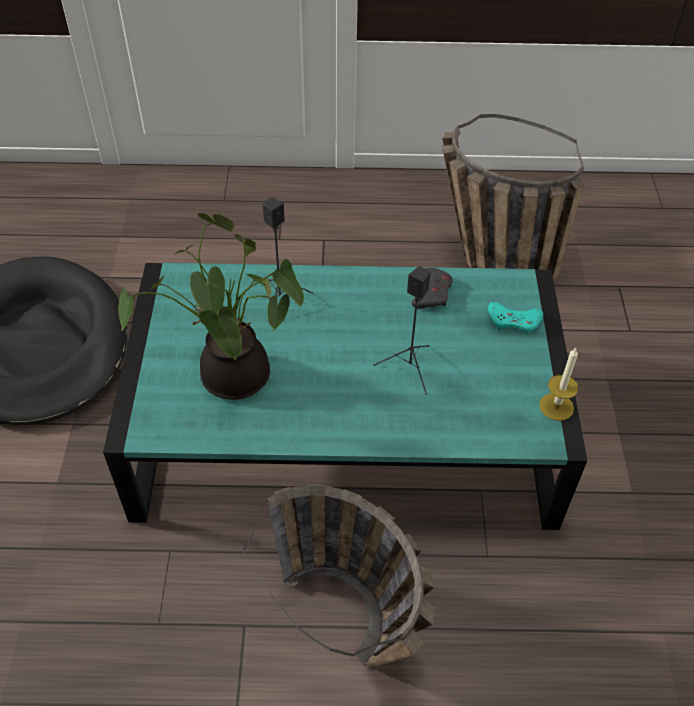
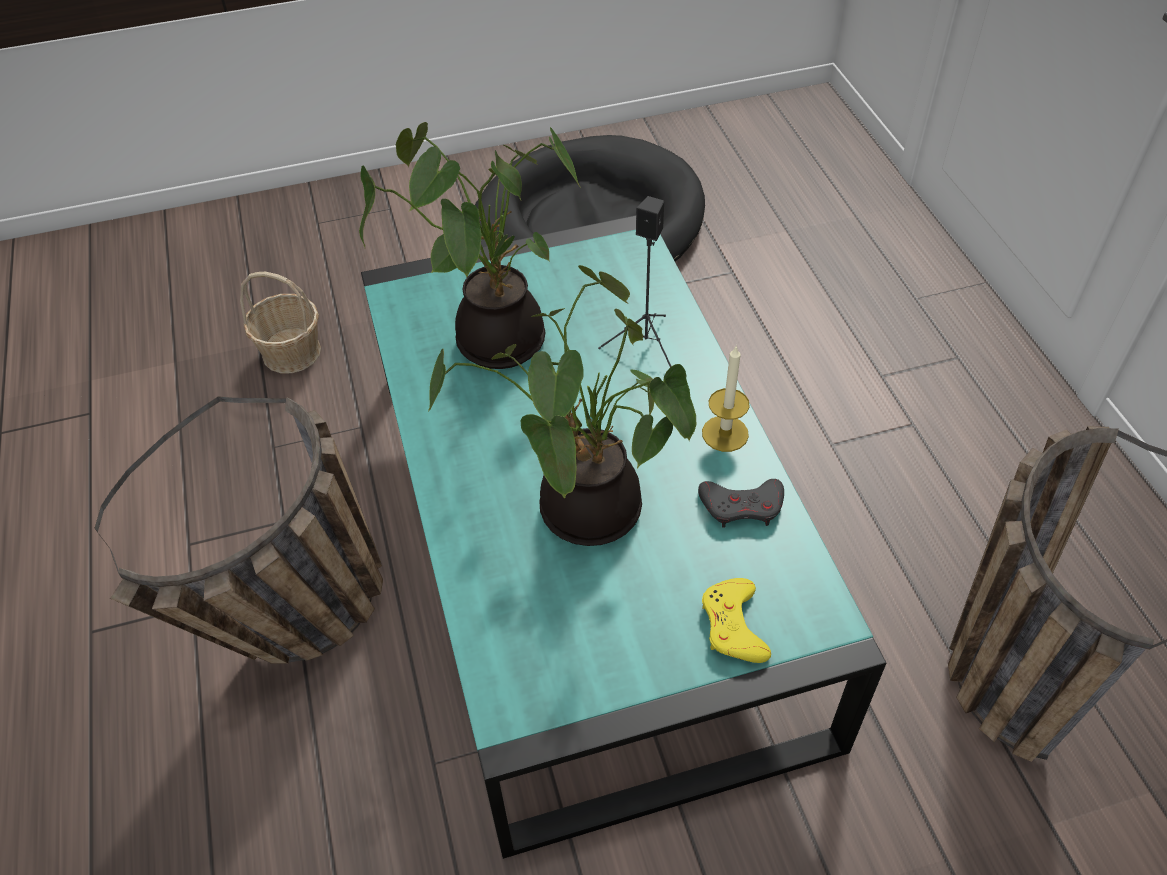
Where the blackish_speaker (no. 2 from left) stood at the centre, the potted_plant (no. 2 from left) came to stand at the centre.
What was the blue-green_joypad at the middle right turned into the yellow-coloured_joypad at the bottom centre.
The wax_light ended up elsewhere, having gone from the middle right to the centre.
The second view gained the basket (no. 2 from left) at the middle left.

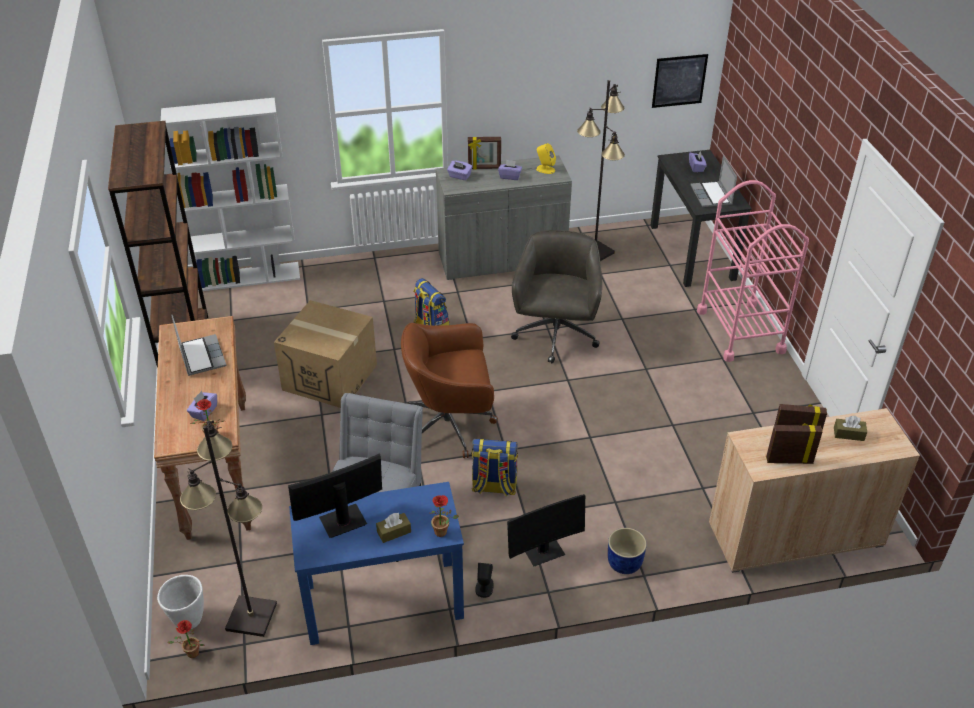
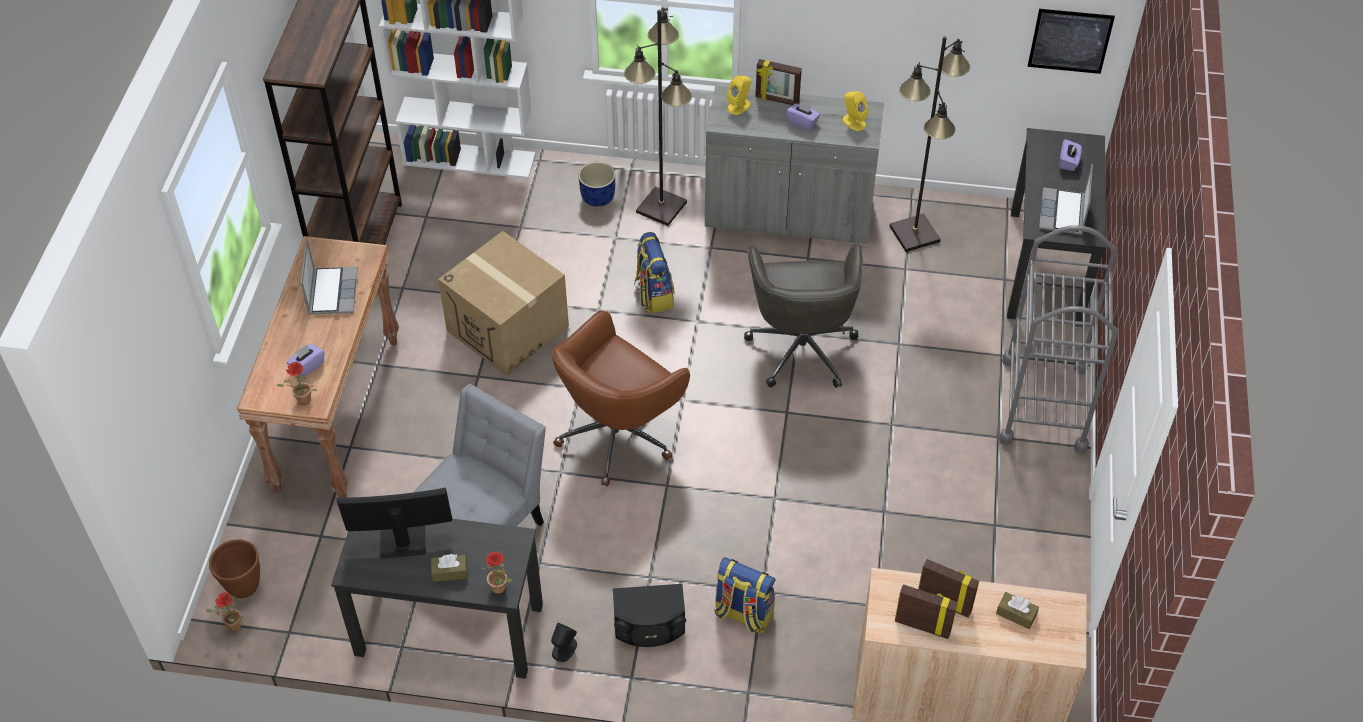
What was the whitish_flower_pot at the bottom left turned into the brown-coloured_flower_pot at the bottom left.
The blackish_standard_lamp (no. 1 from left) ended up elsewhere, having gone from the bottom left to the top centre.
What was the bluish_desk at the bottom centre turned into the blackish_desk (no. 1 from left) at the bottom left.
The brown-coloured_desk_chair at the centre ended up facing another way, 60 degrees counterclockwise from before.
Where the purple_tissue_holder (no. 2 from left) stood at the top centre, the yellow-coloured_speaker (no. 1 from left) came to stand at the top centre.
The rucksack (no. 2 from left) ended up elsewhere, having gone from the centre to the bottom centre.
Where the computer_display (no. 2 from left) stood at the bottom centre, the blackish_speaker (no. 2 from left) came to stand at the bottom centre.
The grey_desk_chair at the centre ended up facing another way, 150 degrees clockwise from before.
The bluish_flower_pot ended up elsewhere, having gone from the bottom centre to the top centre.
What was the pink-coloured_wheeled_cart at the middle right turned into the grey_wheeled_cart at the middle right.

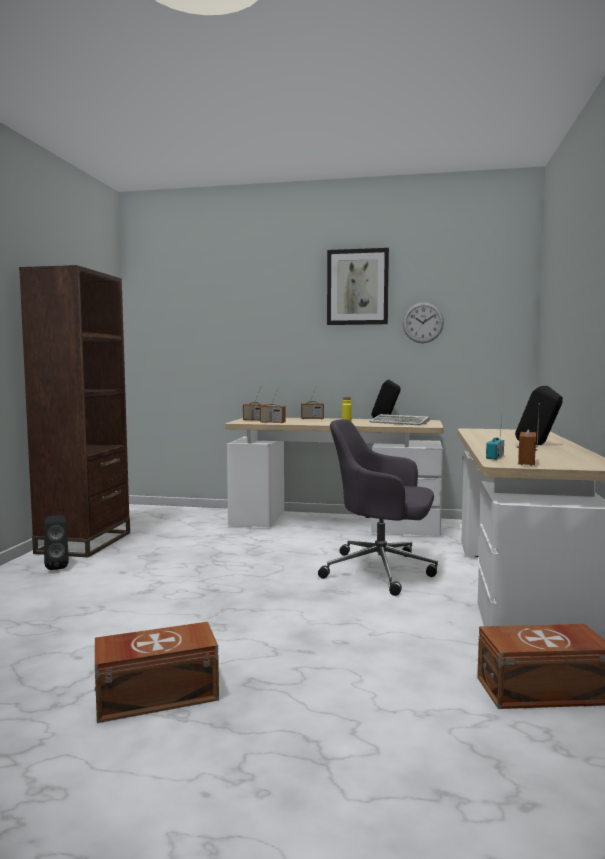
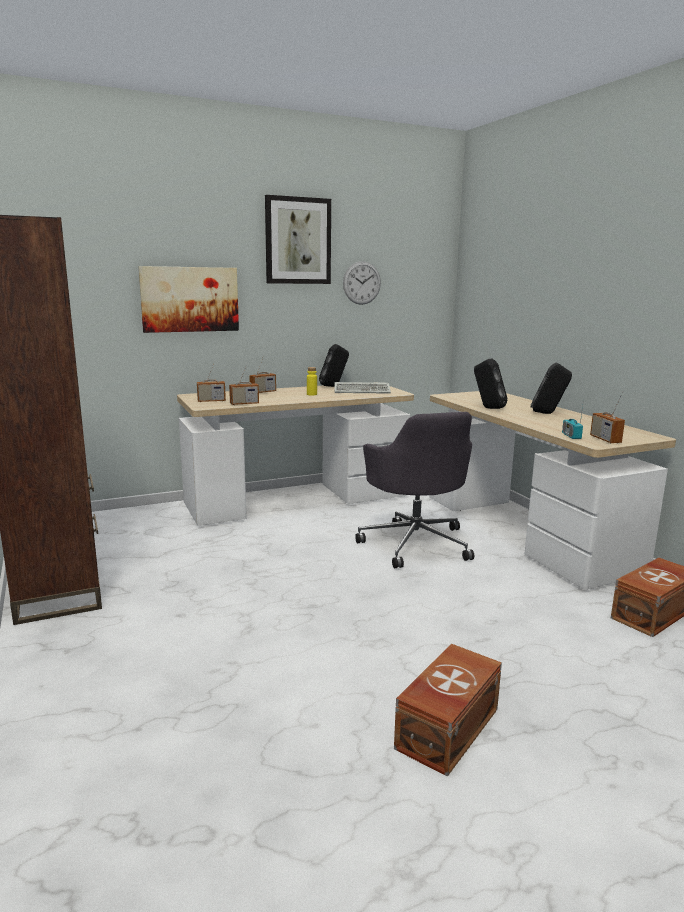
The blackish_speaker (no. 1 from left in the first image) ended up elsewhere, having gone from the middle left to the middle right.
The grey_desk_chair at the centre ended up facing another way, 90 degrees counterclockwise from before.
The second view gained the wall_picture (no. 1 from left) at the top left.

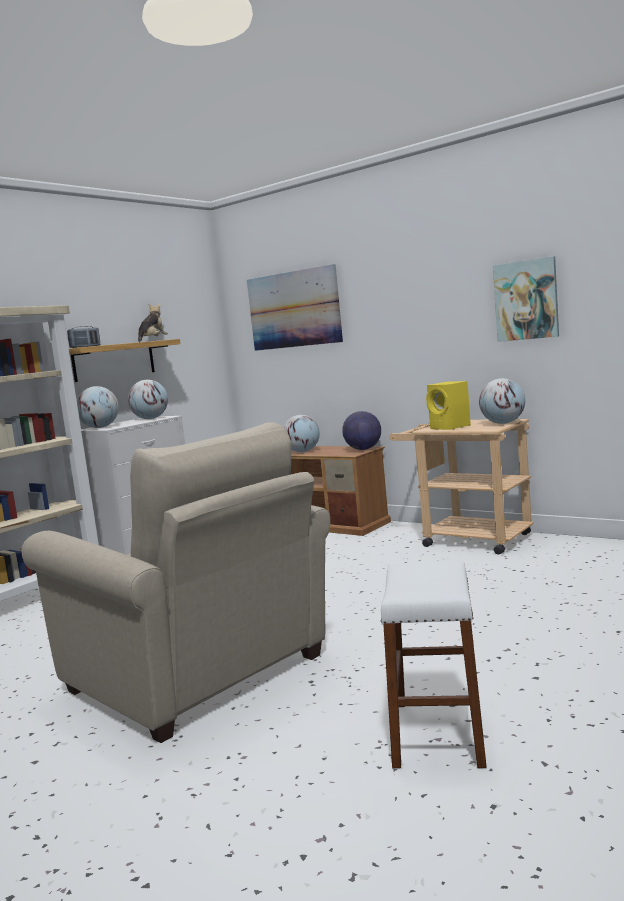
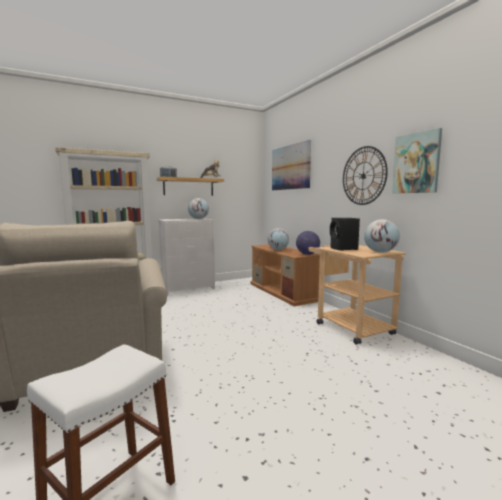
The second view lost the world_globe (no. 1 from left) at the middle left.
What was the yellow-coloured_speaker at the middle right turned into the blackish_speaker at the middle right.
The second view gained the wall_clock at the middle right.

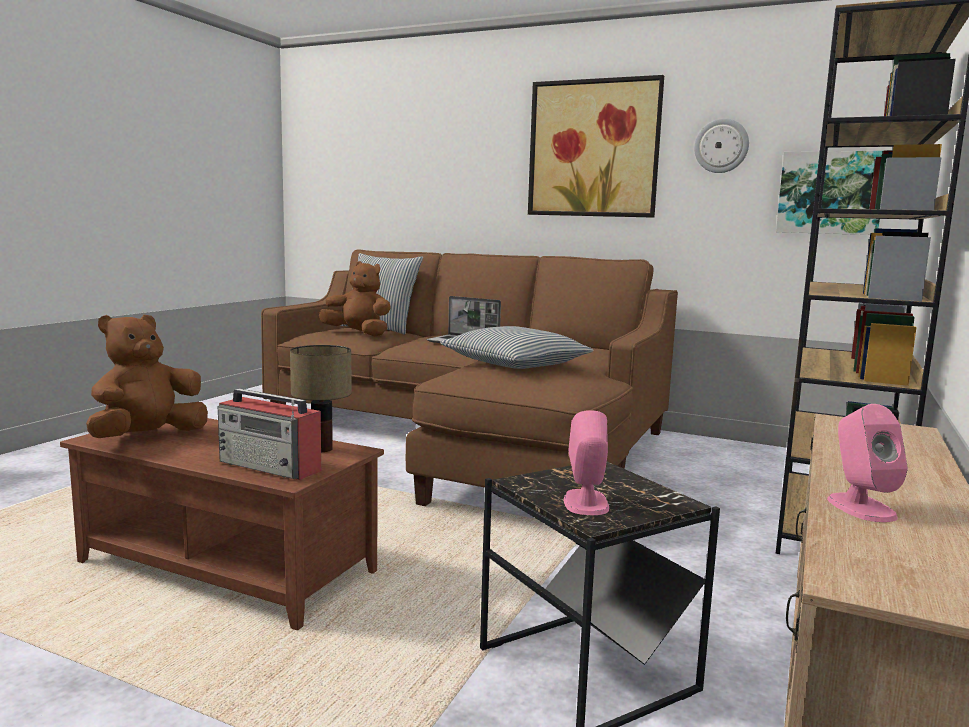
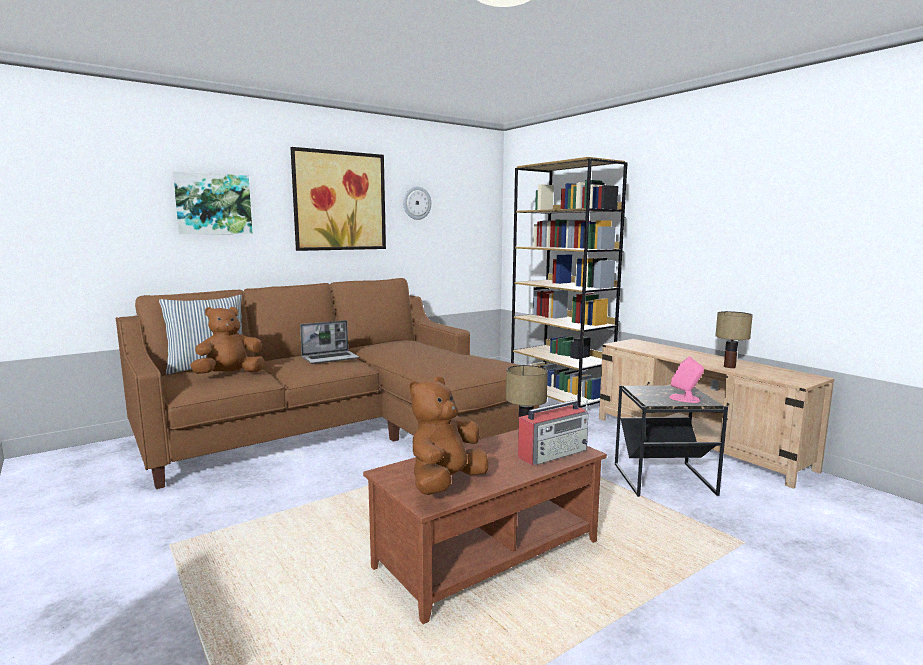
The brown-coloured_cuddly_toy (no. 1 from left in the first image) at the middle left ended up facing another way, 60 degrees clockwise from before.
The second view lost the throw_pillow (no. 2 from left) at the centre.
The wall_picture (no. 2 from left in the first image) ended up elsewhere, having gone from the top right to the top left.
Where the pink-coloured_speaker (no. 2 from left) stood at the middle right, the lamp_for_a_table (no. 2 from left) came to stand at the middle right.

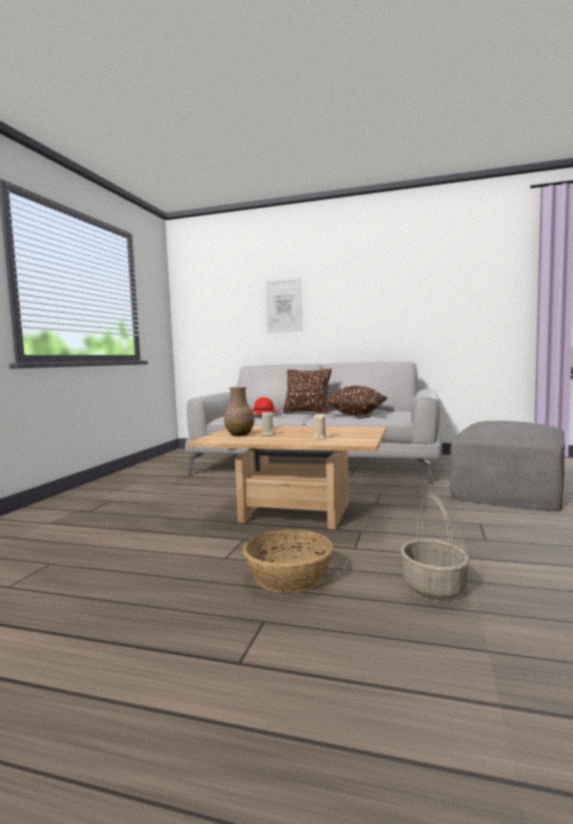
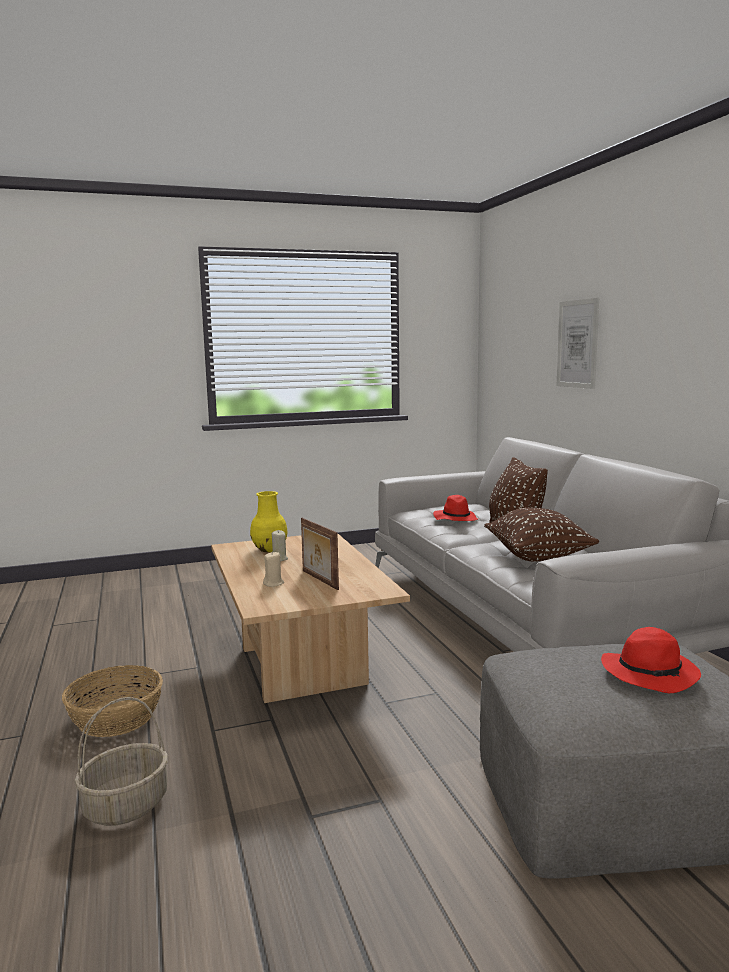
What was the brown-coloured_flower_vase at the centre turned into the yellow-coloured_flower_vase at the centre.
The second view gained the photo_frame at the centre.
The second view gained the reddish_clothing_hat (no. 2 from left) at the bottom right.

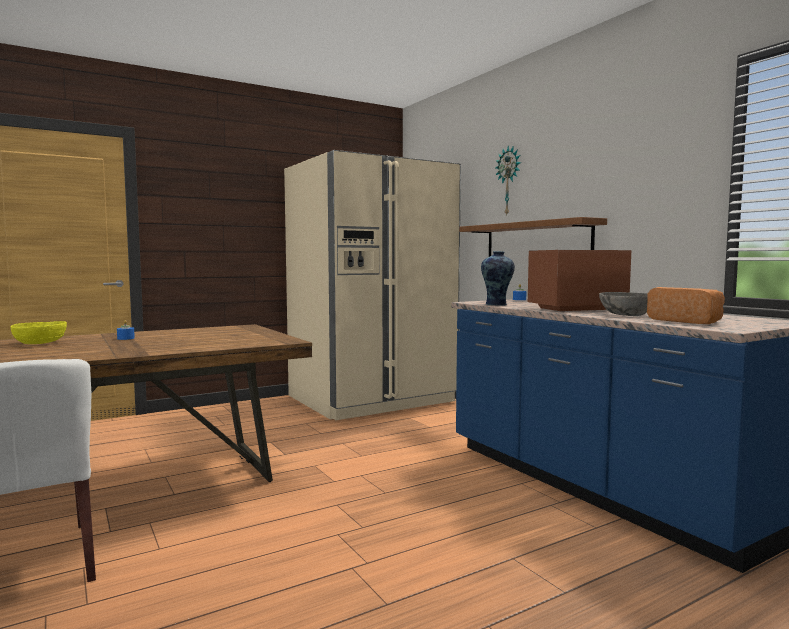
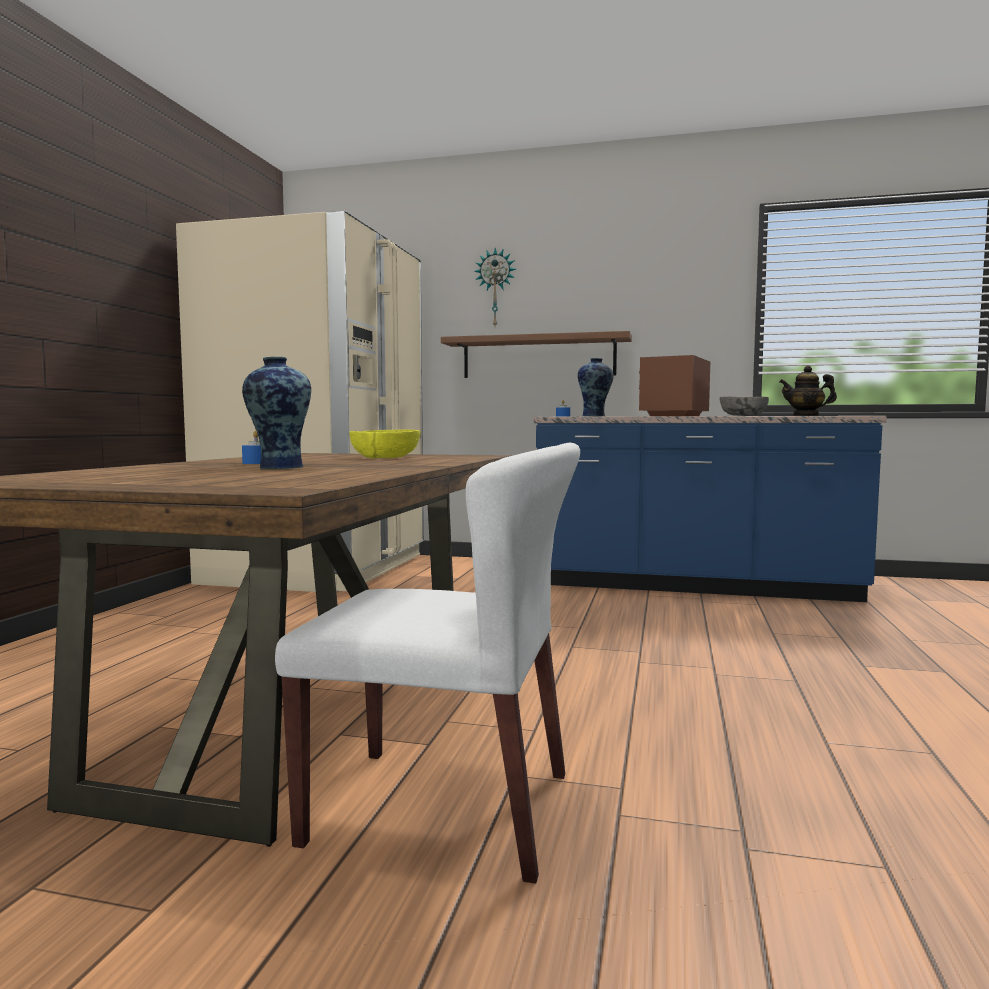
The yellow-coloured_bowl ended up elsewhere, having gone from the middle left to the centre.
Where the bread stood at the middle right, the teapot came to stand at the middle right.
The second view gained the flower_vase (no. 1 from left) at the middle left.

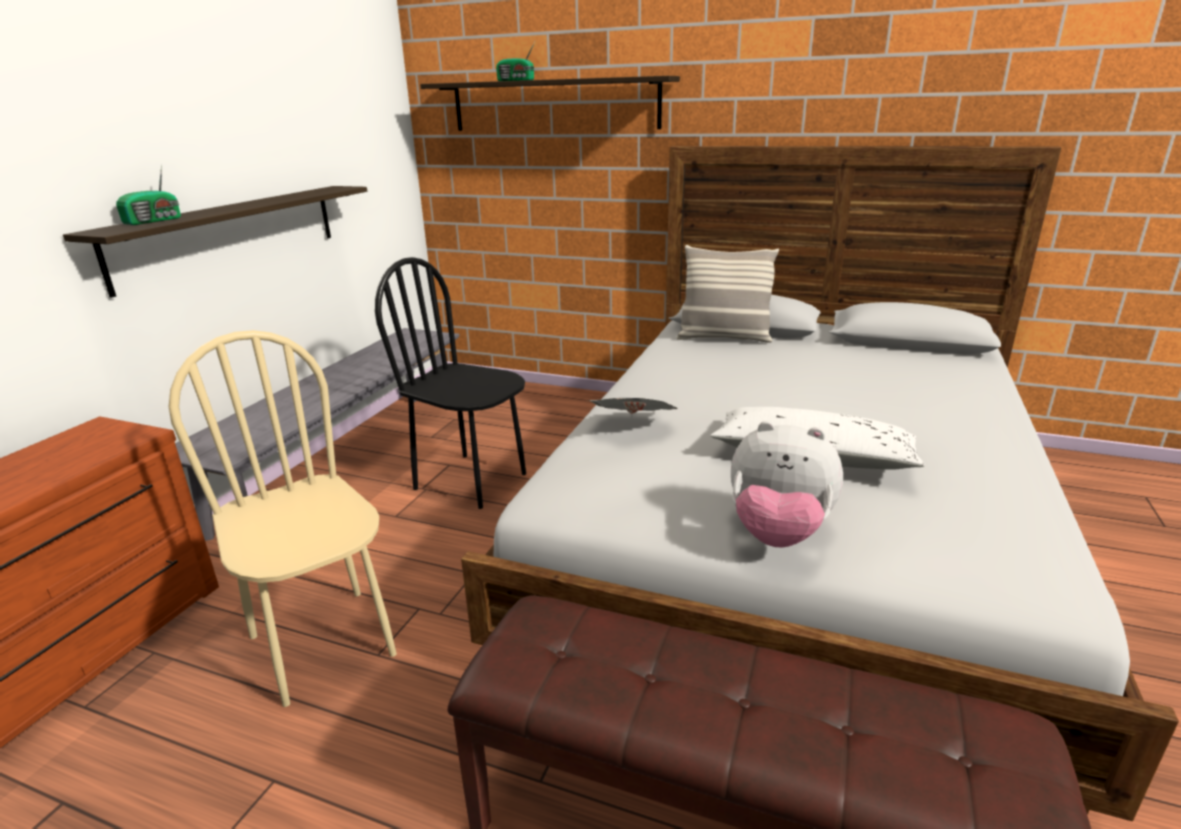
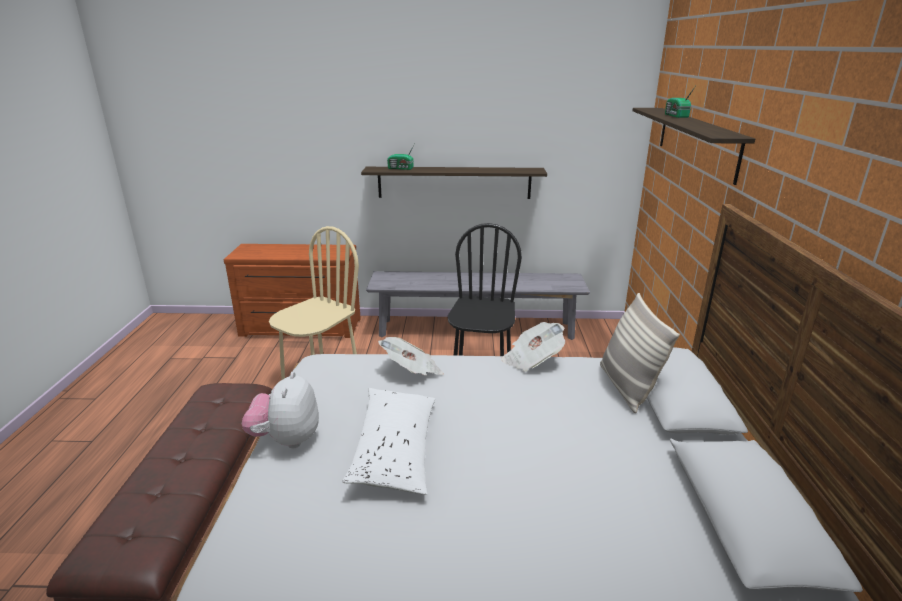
The second view gained the newspaper (no. 2 from left) at the centre.

